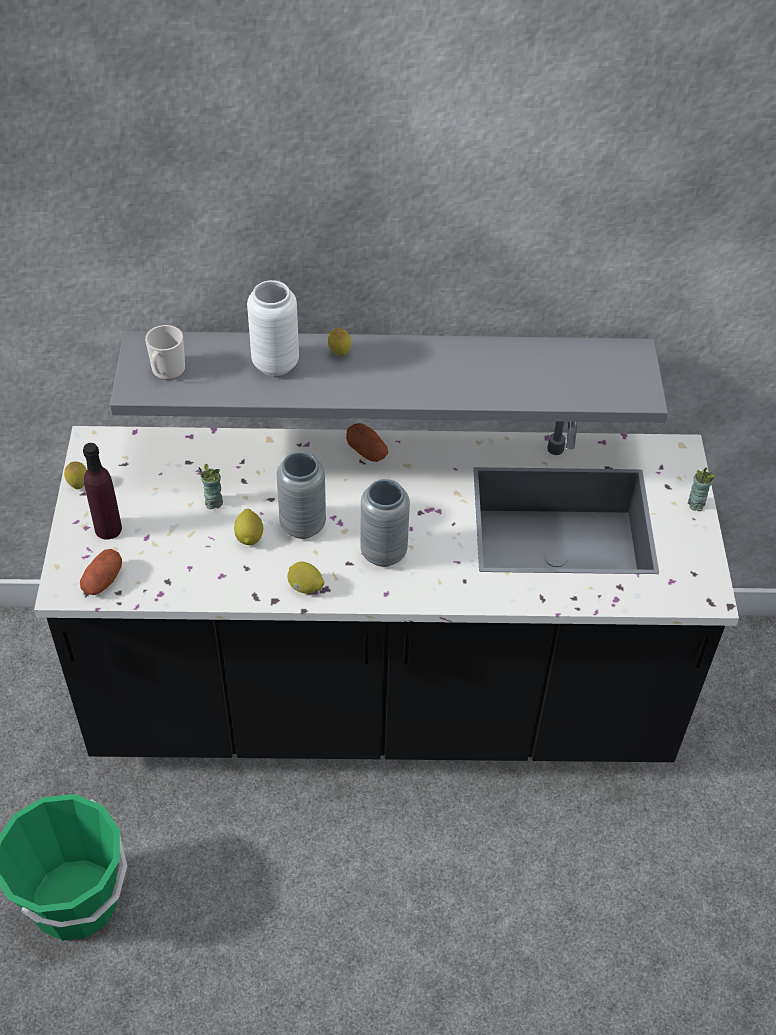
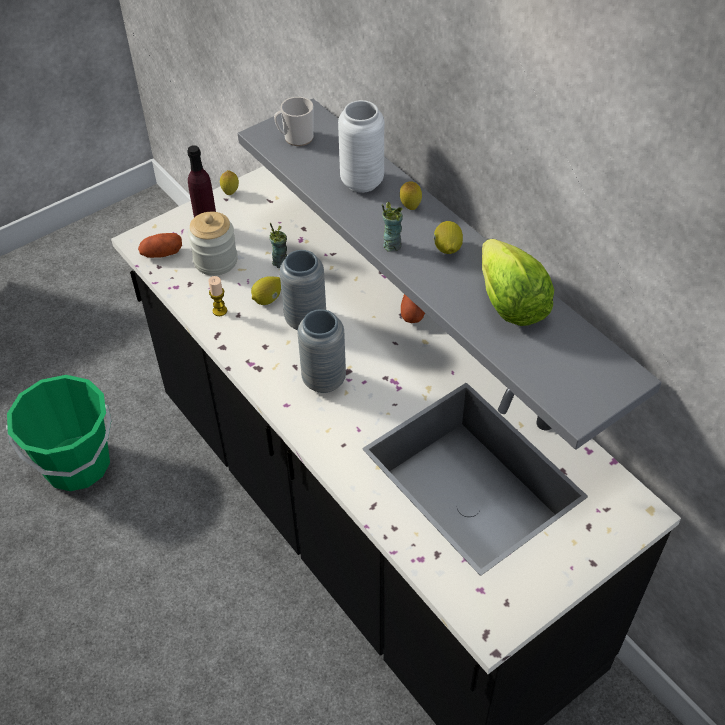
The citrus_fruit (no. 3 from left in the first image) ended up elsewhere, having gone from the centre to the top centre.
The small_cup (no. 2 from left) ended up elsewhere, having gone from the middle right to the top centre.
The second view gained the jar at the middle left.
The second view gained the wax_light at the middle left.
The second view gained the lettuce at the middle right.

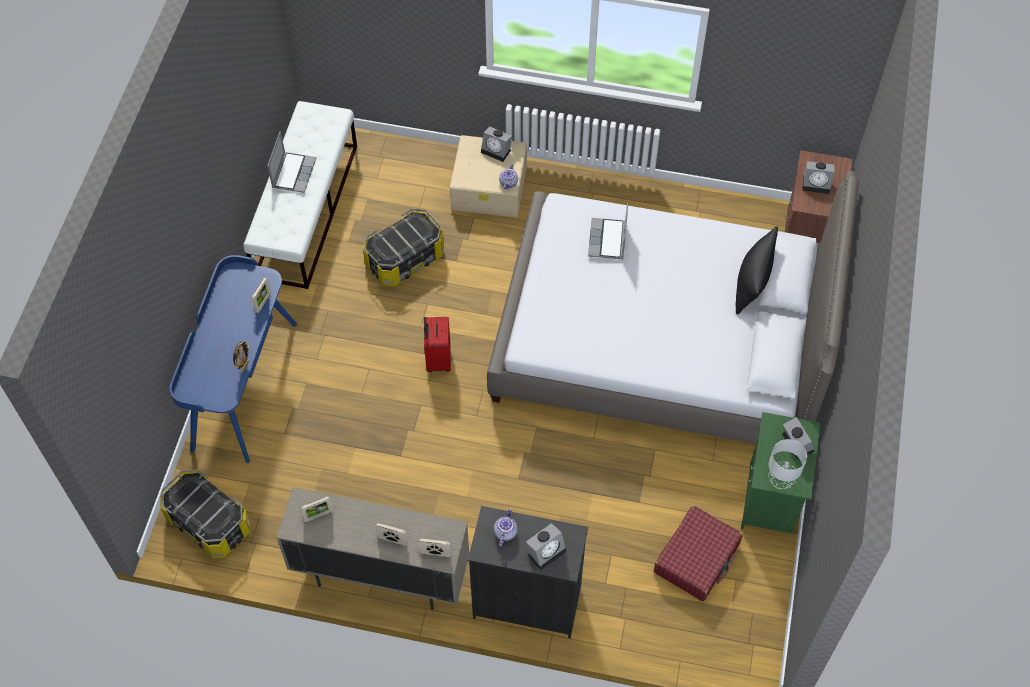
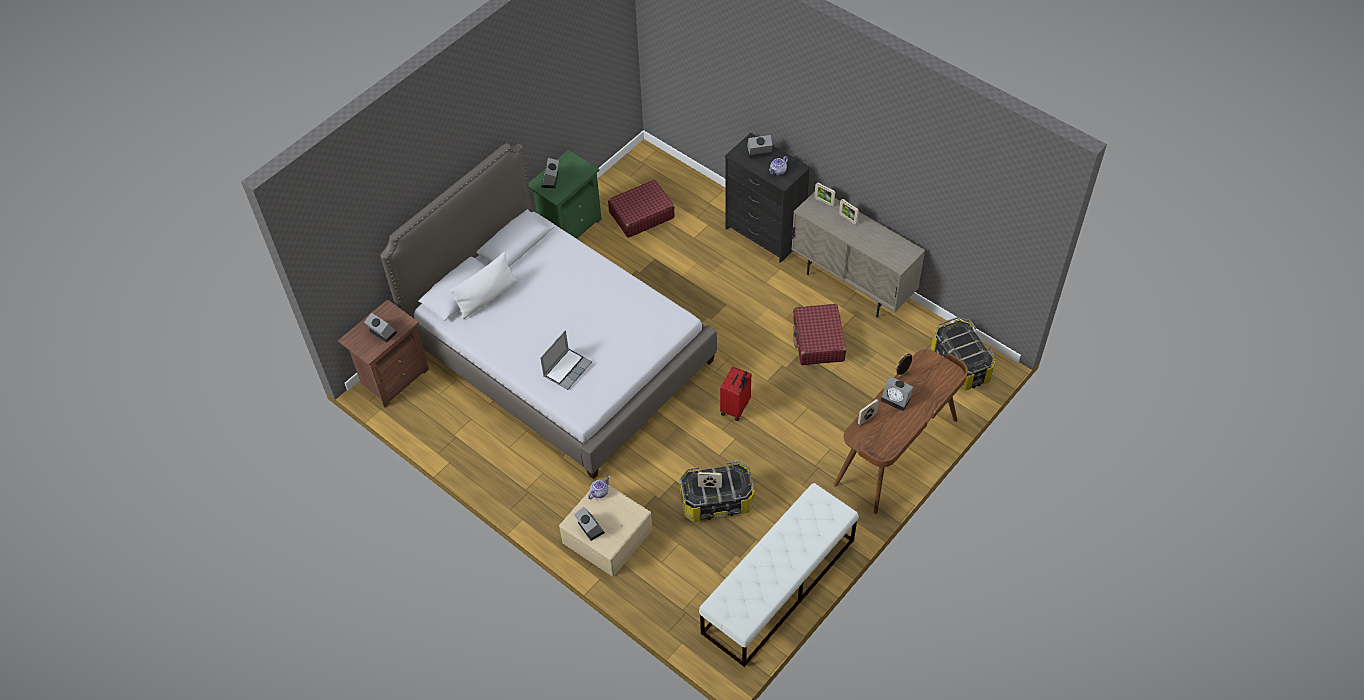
What was the bluish_desk at the middle left turned into the brown-coloured_desk at the centre.
The second view lost the laptop (no. 1 from left) at the top left.
The photo_frame (no. 3 from left in the first image) ended up elsewhere, having gone from the bottom left to the bottom centre.
What was the blackish_throw_pillow at the middle right turned into the whitish_throw_pillow at the centre.
The second view lost the grey_lamp_for_a_table at the bottom right.
The second view gained the reddish_piece_of_luggage (no. 3 from left) at the centre.
The second view gained the alarm_clock (no. 5 from left) at the centre.

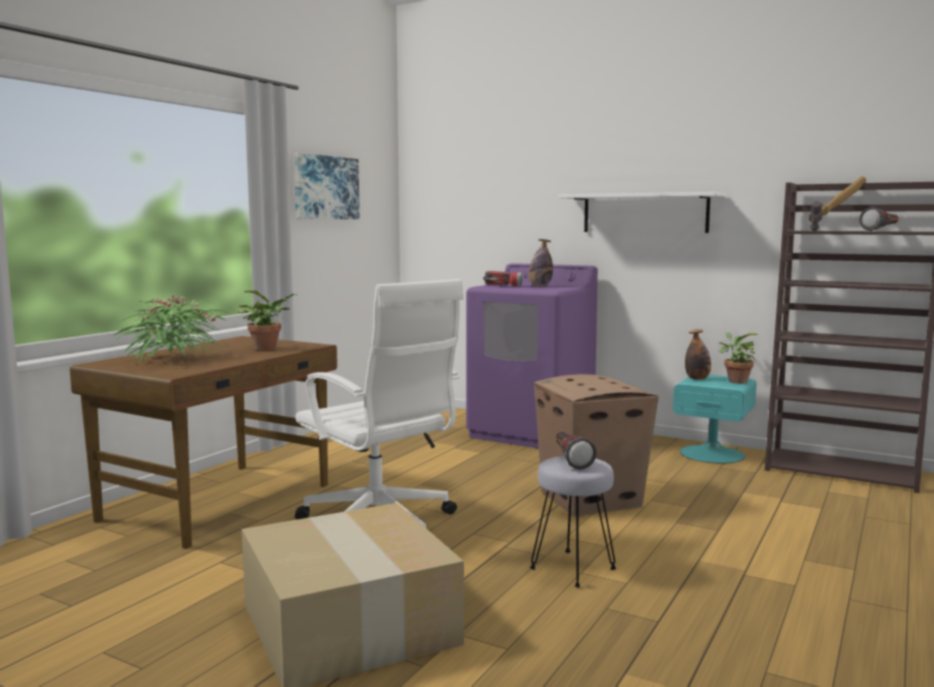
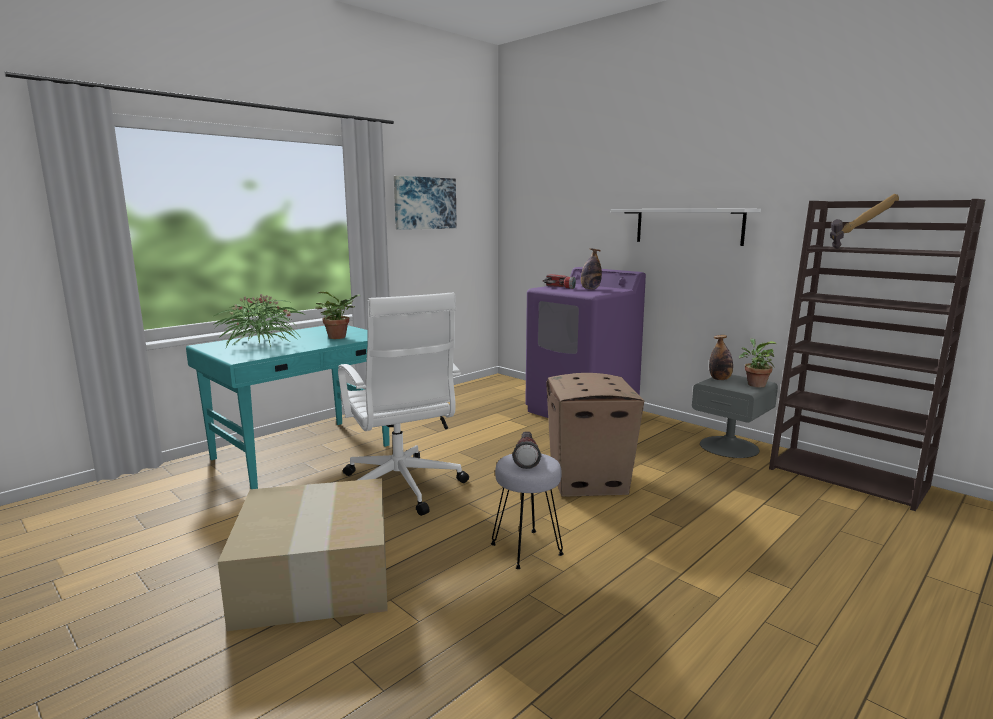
What was the brown-coloured_desk at the middle left turned into the blue-green_desk at the middle left.
What was the blue-green_bedside_table at the middle right turned into the grey_bedside_table at the middle right.
The second view lost the flashlight (no. 3 from left) at the top right.

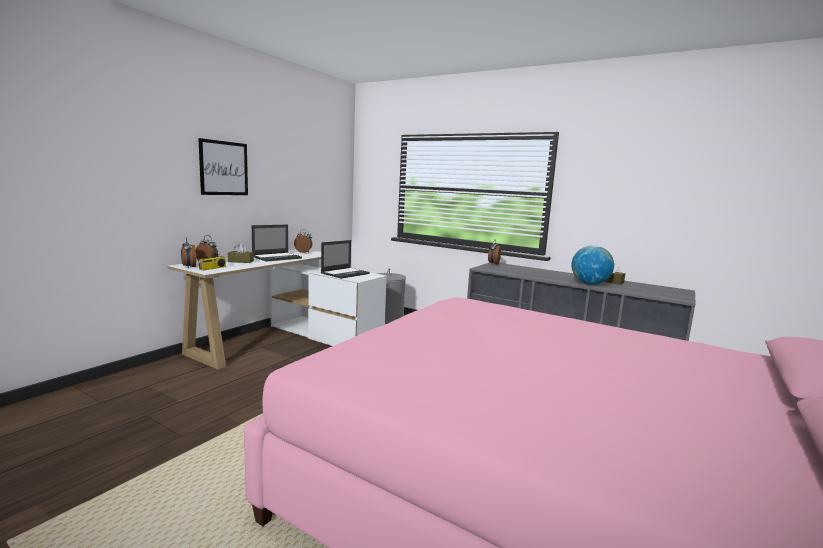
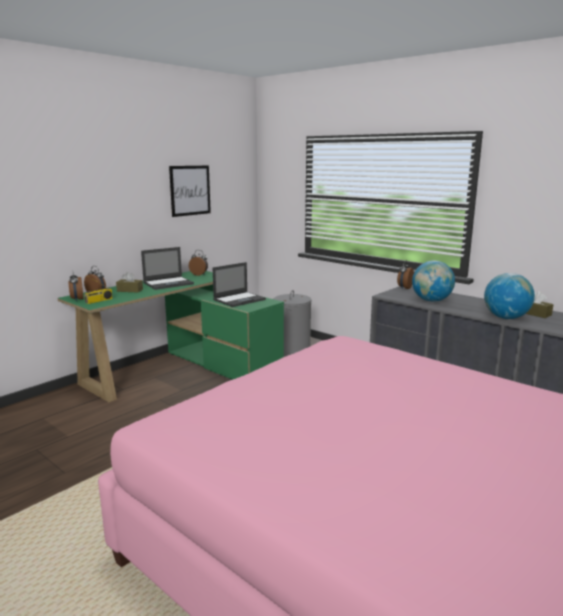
What was the whitish_desk at the centre turned into the green-coloured_desk at the middle left.
The wall_picture ended up elsewhere, having gone from the top left to the top centre.
The second view gained the world_globe (no. 1 from left) at the middle right.

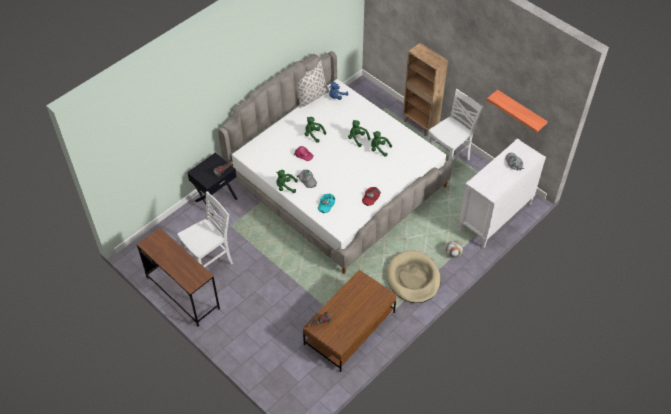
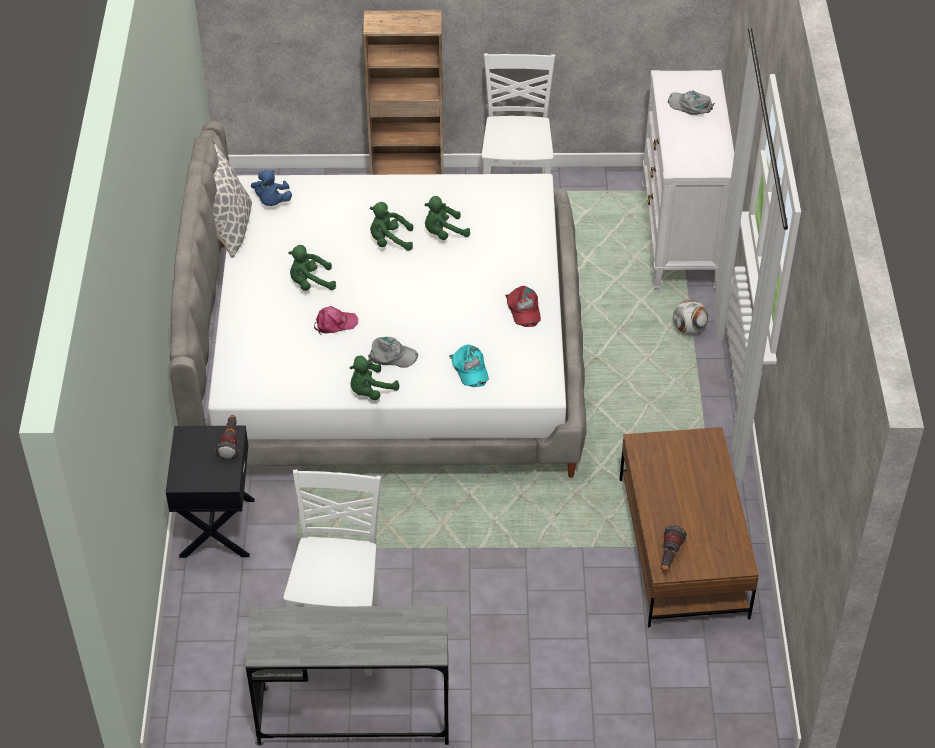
What was the brown-coloured_desk at the bottom left turned into the grey_desk at the bottom centre.
The second view lost the beige_pet_bed at the bottom centre.
The second view lost the shelf at the top right.

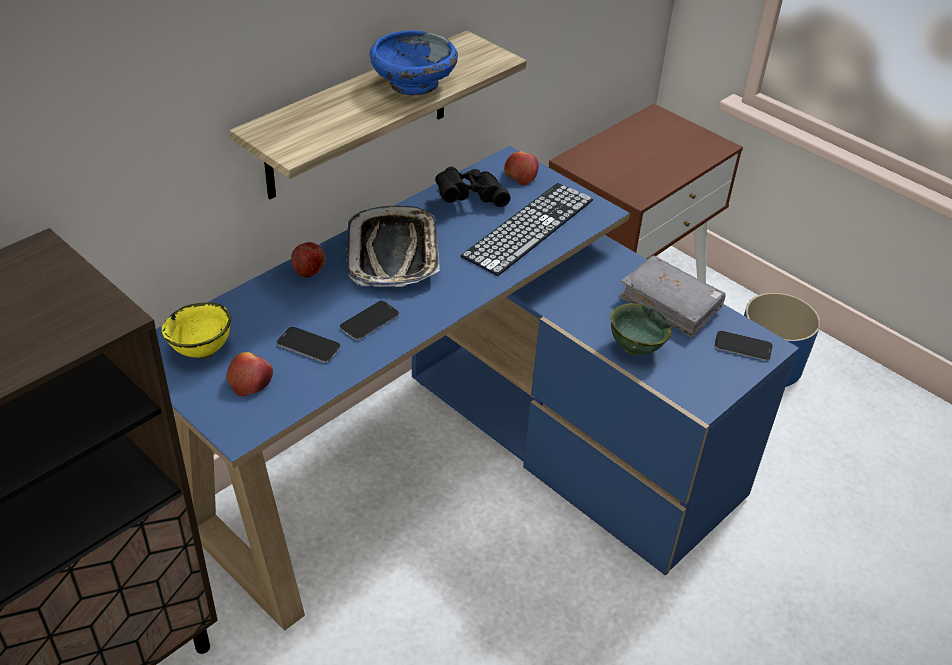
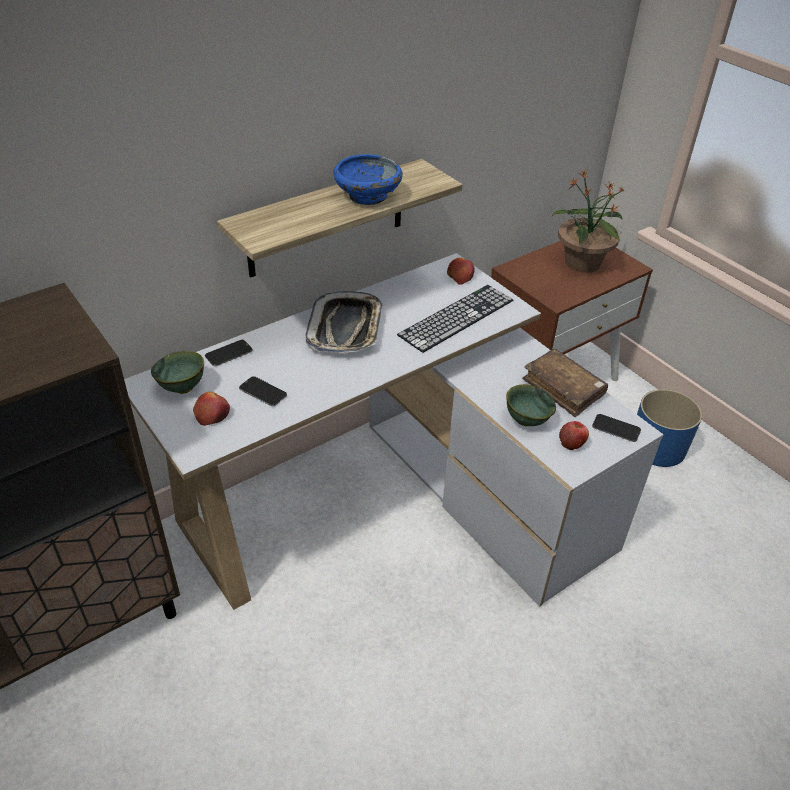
What was the bluish_desk at the centre turned into the whitish_desk at the centre.
What was the yellow-coloured_bowl at the middle left turned into the green-coloured_bowl (no. 1 from left) at the middle left.
The apple_fruit (no. 2 from left in the first image) ended up elsewhere, having gone from the middle left to the middle right.
The handset (no. 2 from left in the first image) ended up elsewhere, having gone from the centre to the middle left.
The second view lost the blackish_field_glasses at the top centre.
What was the grey_bound_book at the middle right turned into the brown-coloured_bound_book at the middle right.
The second view gained the potted_plant at the top right.

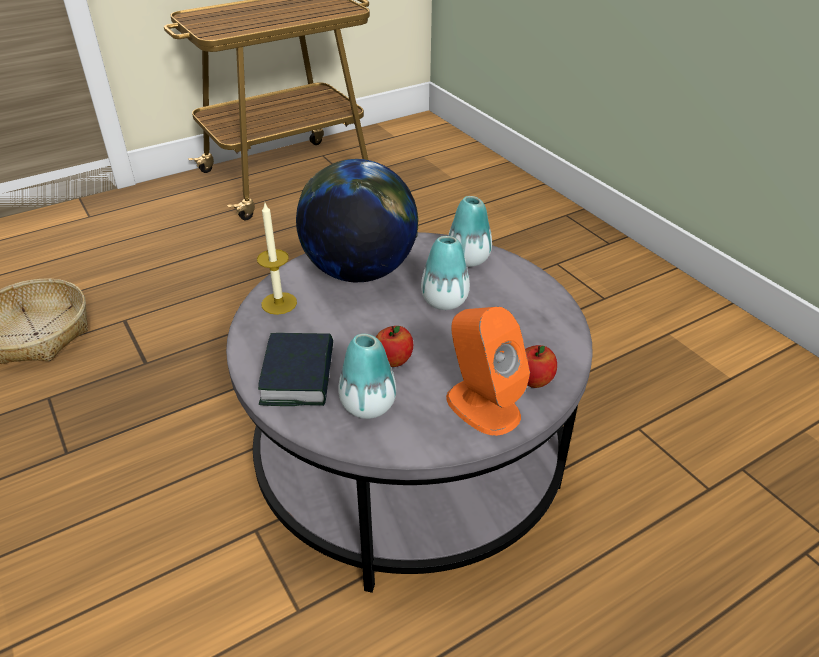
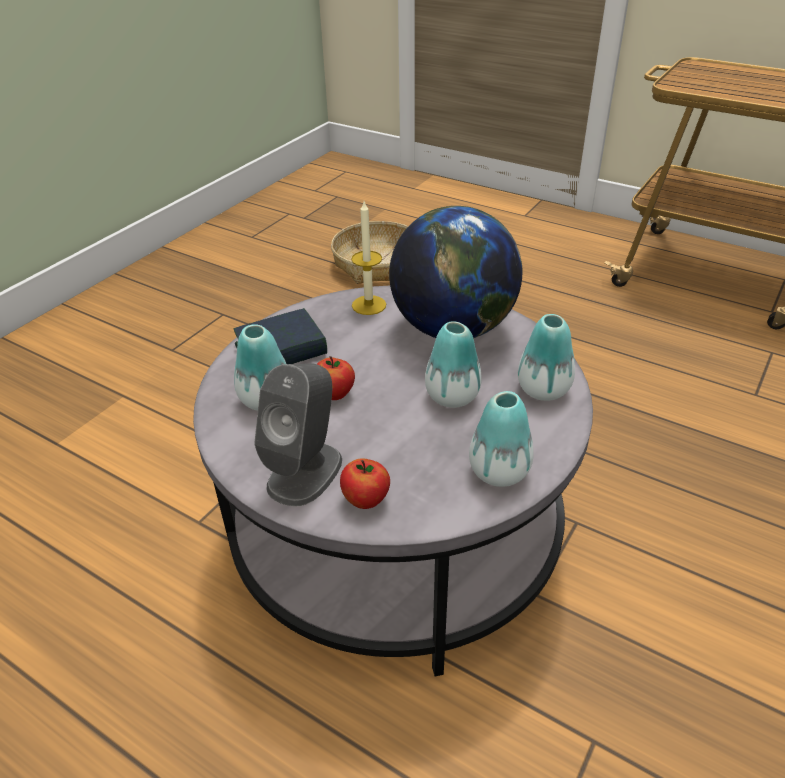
What was the orangey_speaker at the centre turned into the grey_speaker at the centre.
The second view gained the flower_vase (no. 3 from left) at the centre.

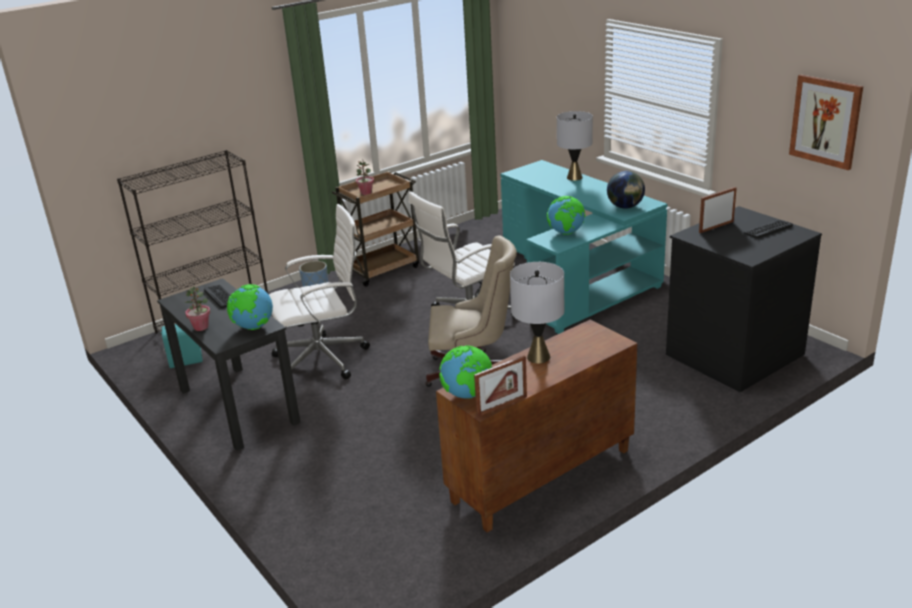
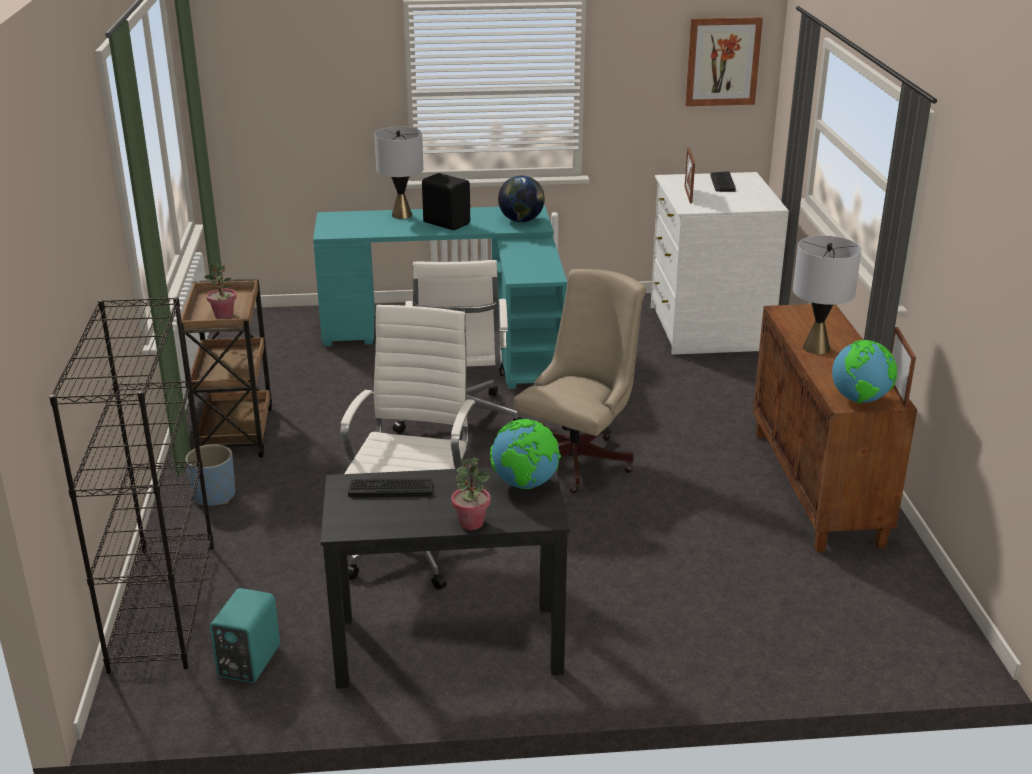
The second view lost the world_globe (no. 3 from left) at the centre.
What was the blackish_dresser at the middle right turned into the whitish_dresser at the middle right.
The second view gained the blackish_speaker at the top centre.

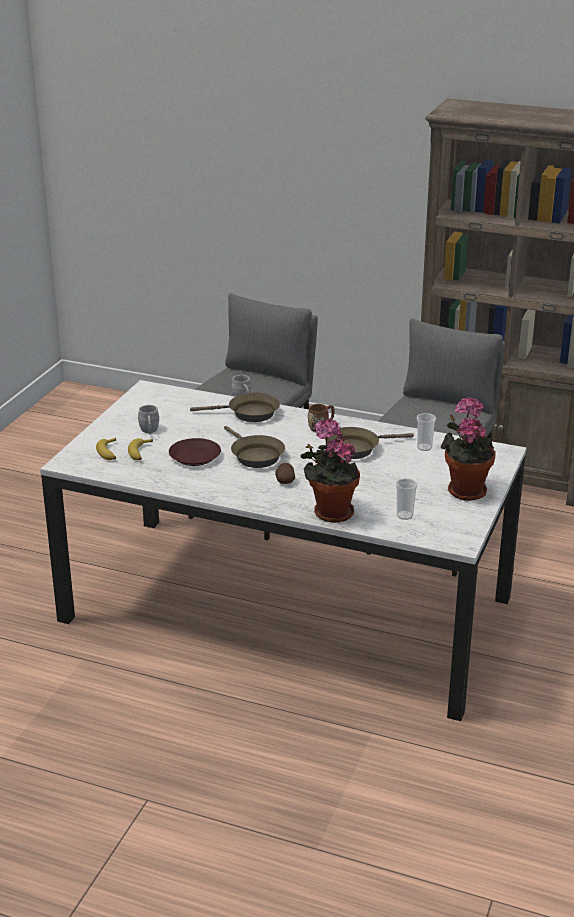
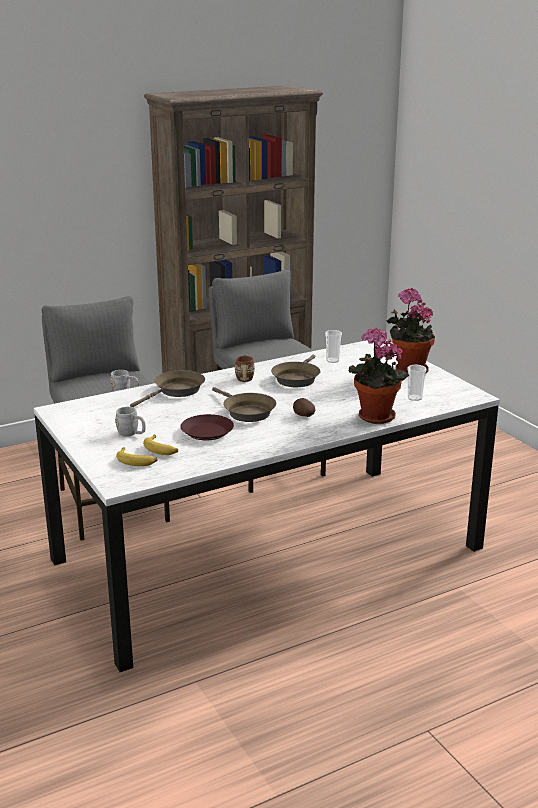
The brown-coloured_skillet (no. 2 from left) at the centre ended up facing another way, 45 degrees clockwise from before.

